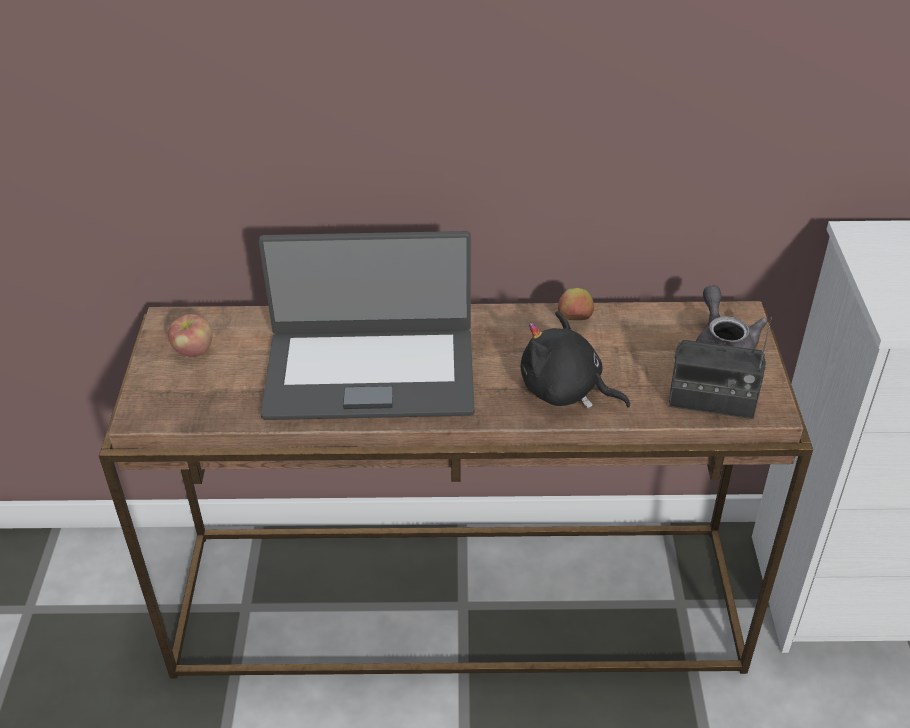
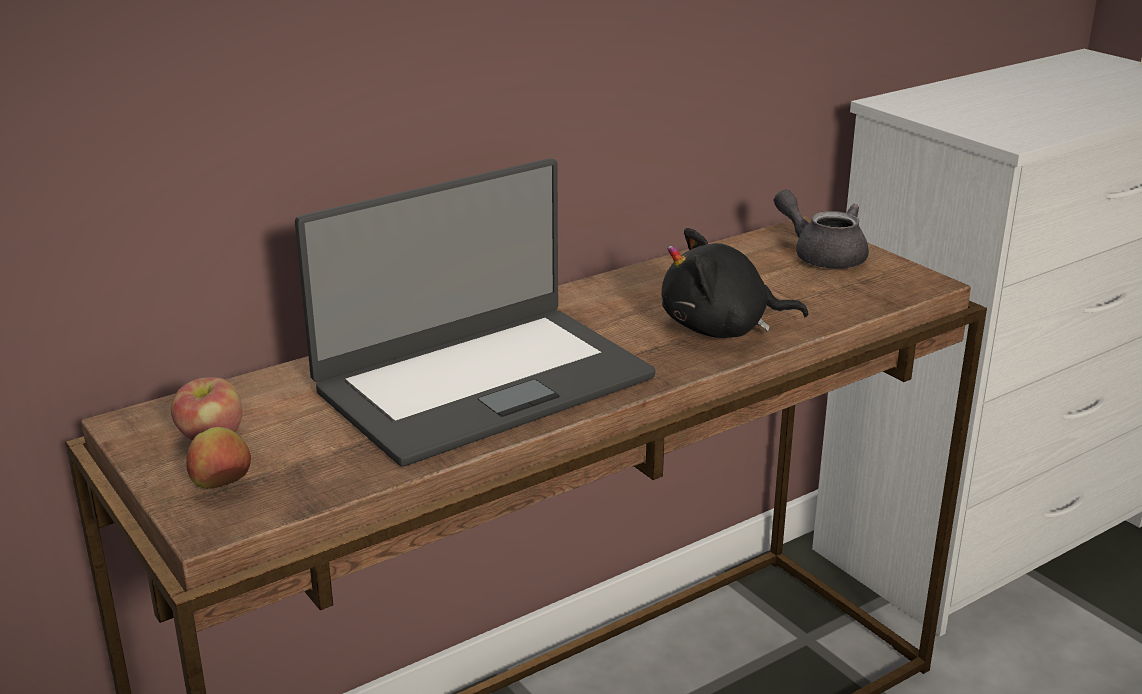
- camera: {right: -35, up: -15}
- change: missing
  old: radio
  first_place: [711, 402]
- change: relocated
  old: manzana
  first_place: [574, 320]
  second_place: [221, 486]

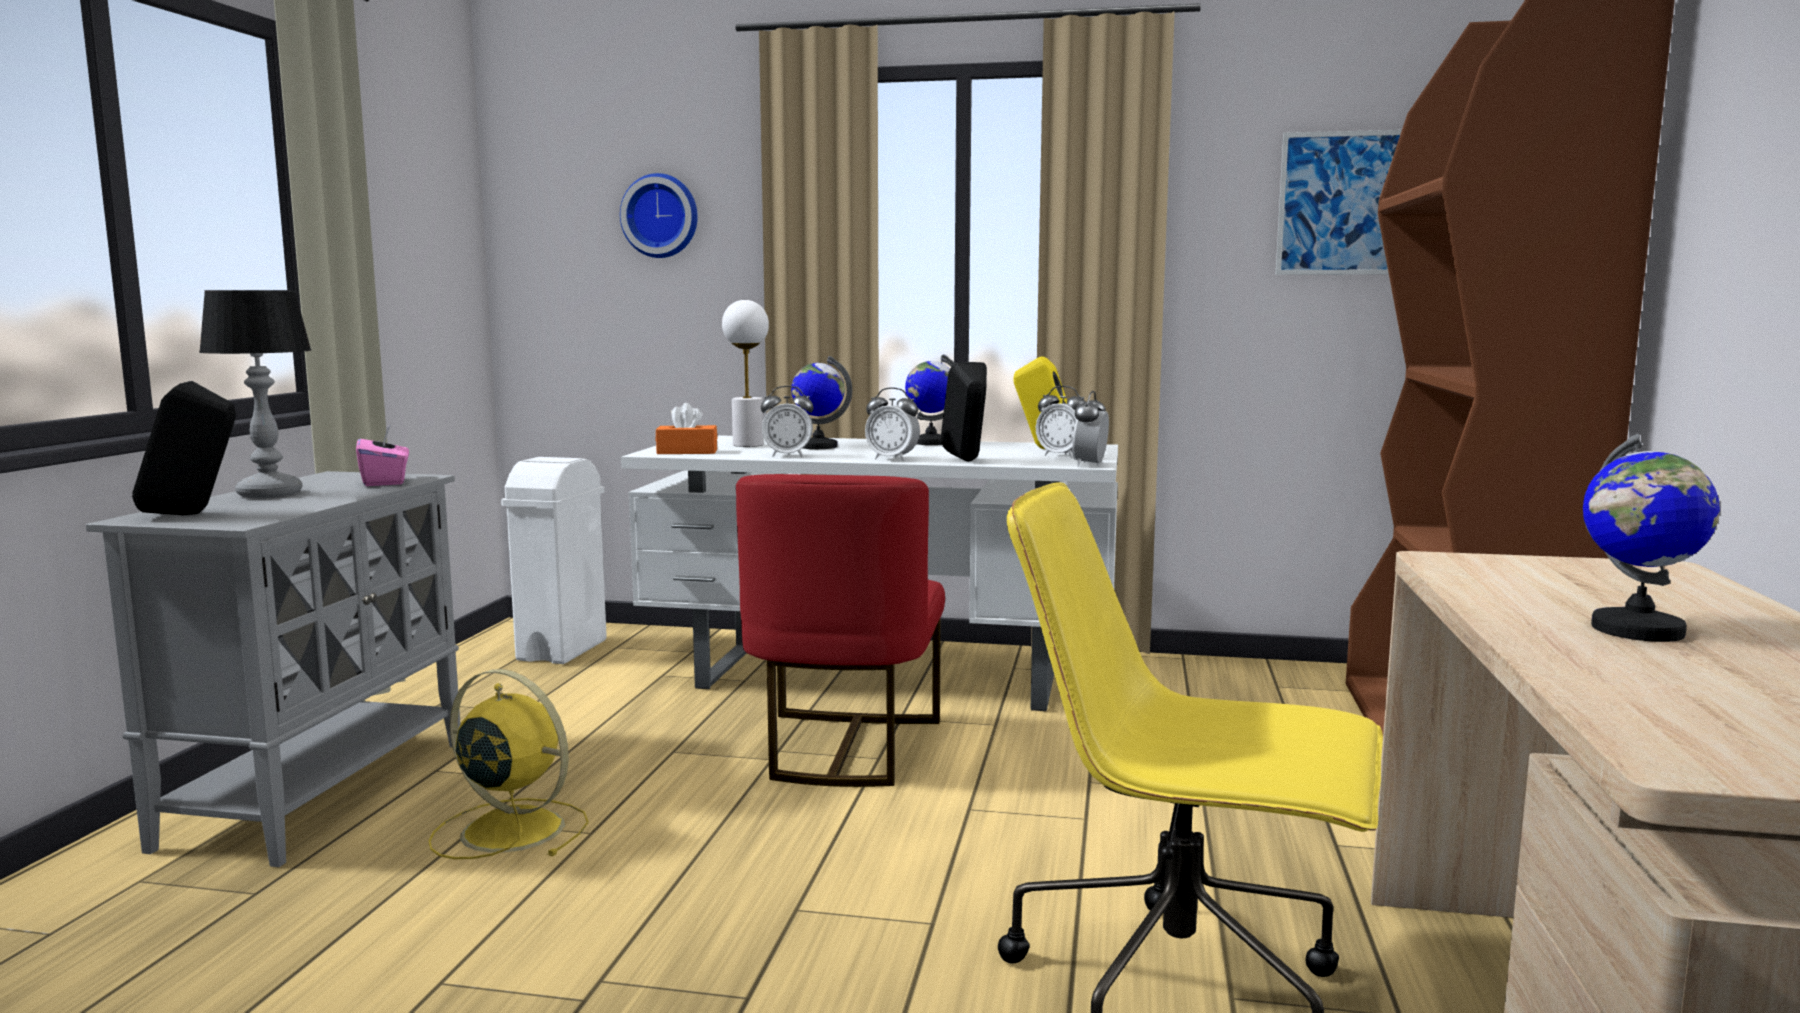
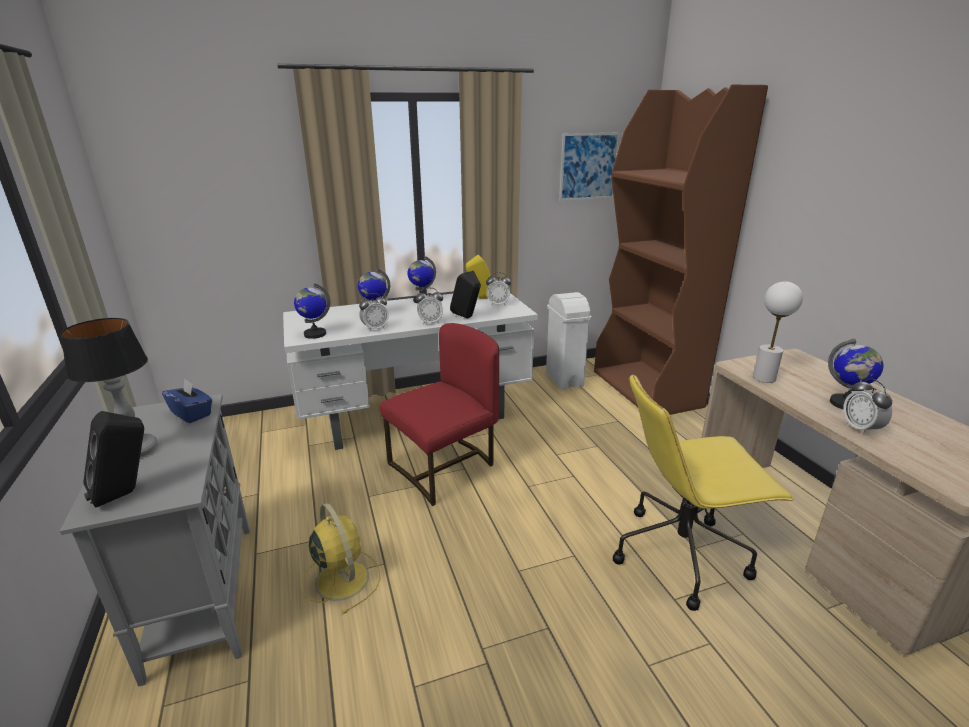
- camera: {right: -30, up: 15}
- change: missing
  old: reloj de pared
  first_place: [661, 216]
- change: relocated
  old: papelera/blanco
  first_place: [561, 651]
  second_place: [564, 380]
- change: relocated
  old: lámpara de mesa/blanco
  first_place: [748, 445]
  second_place: [764, 378]
- change: relocated
  old: despertador
  first_place: [1090, 465]
  second_place: [860, 428]
- change: exchanged
  old: caja de pañuelos/naranja
  new: globo terráqueo
  first_place: [687, 452]
  second_place: [314, 334]
- change: colour
  old: caja de pañuelos/rosa
  new: caja de pañuelos/azul
  first_place: [385, 482]
  second_place: [192, 413]
- change: spun
  old: ventilador/amarillo
  first_place: [509, 829]
  second_place: [341, 578]
  degrees: 60
- change: spun
  old: silla/rojo
  first_place: [844, 748]
  second_place: [445, 467]
  degrees: -105

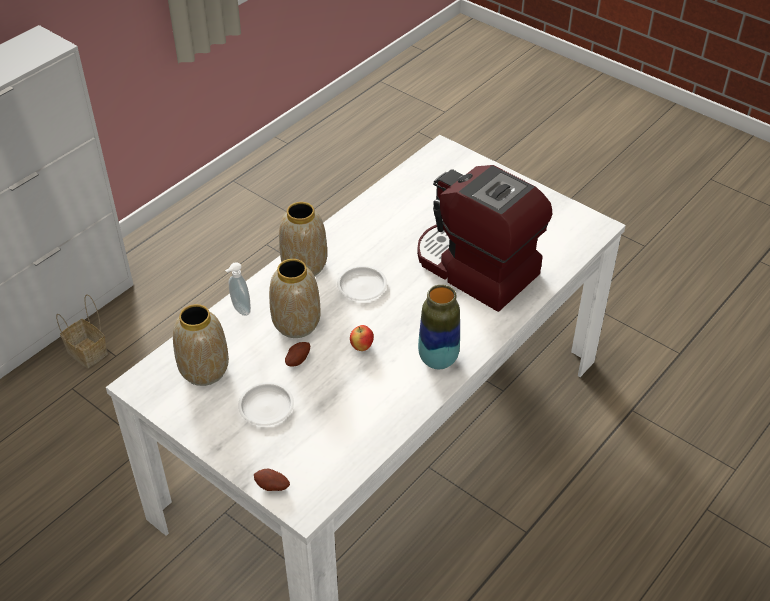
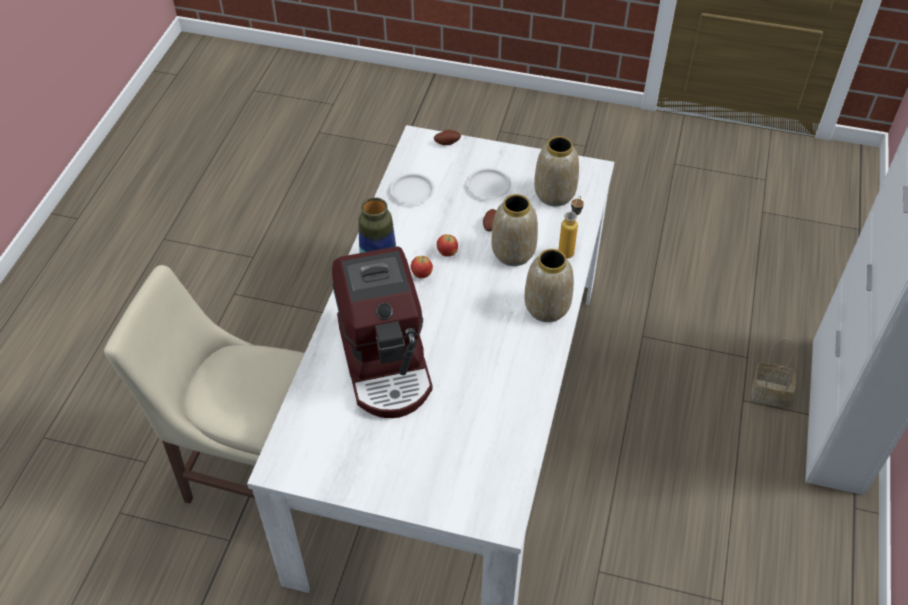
- camera: {right: 155, up: 5}
- change: appeared
  new: silla/beis
  second_place: [248, 469]
- change: appeared
  new: manzana
  second_place: [421, 275]
- change: relocated
  old: plato/blanco
  first_place: [362, 286]
  second_place: [412, 191]
- change: exchanged
  old: dispensador de jabón
  new: botella
  first_place: [240, 310]
  second_place: [568, 249]
- change: spun
  old: cafetera
  first_place: [475, 269]
  second_place: [387, 363]
  degrees: 60

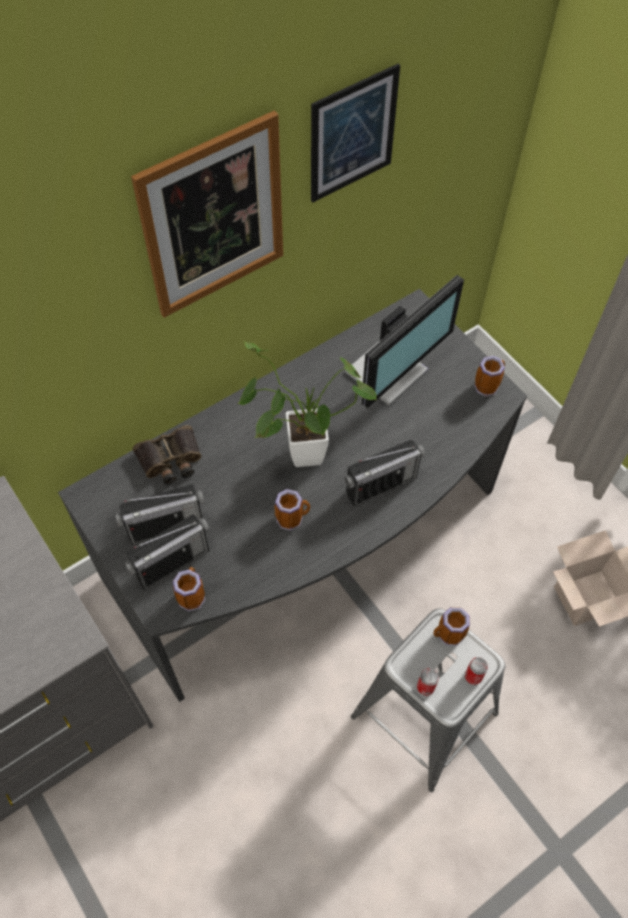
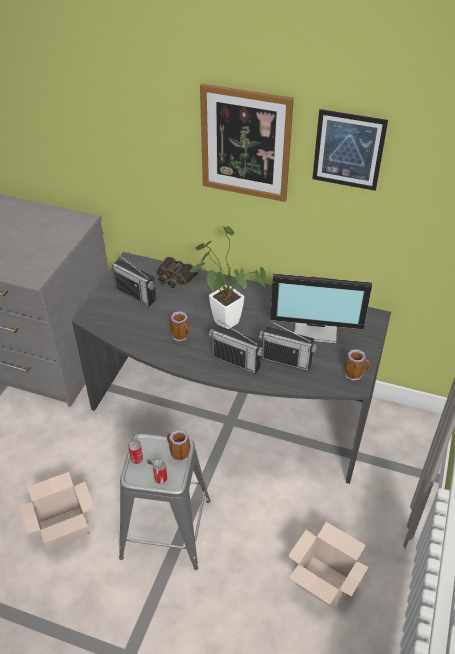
- camera: {right: 55, up: -15}
- change: missing
  old: taza grande
  first_place: [191, 596]
- change: appeared
  new: caja de cartón
  second_place: [65, 527]
- change: relocated
  old: radio
  first_place: [172, 563]
  second_place: [286, 360]

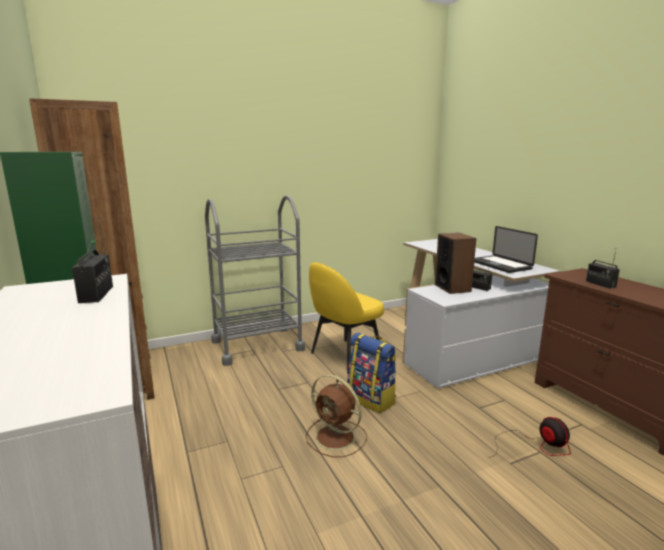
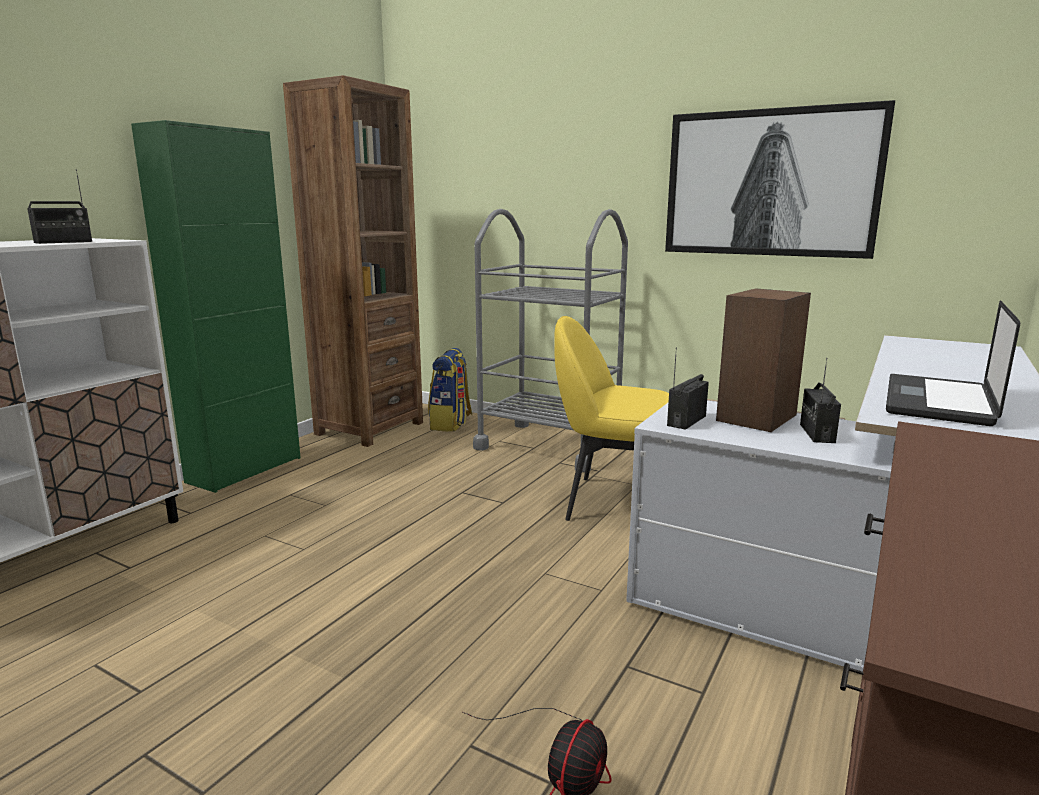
- camera: {right: 55, up: 0}
- change: missing
  old: ventilador/marrón
  first_place: [337, 438]
- change: appeared
  new: cuadro
  second_place: [769, 183]
- change: relocated
  old: mochila
  first_place: [372, 399]
  second_place: [451, 424]
- change: relocated
  old: radio
  first_place: [600, 284]
  second_place: [686, 421]

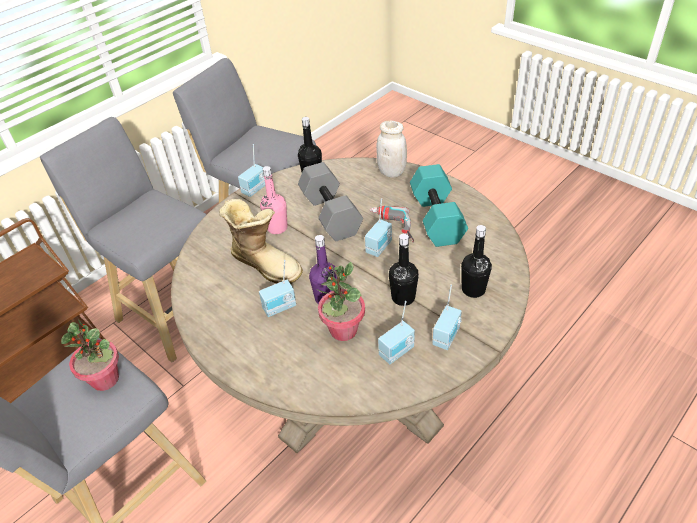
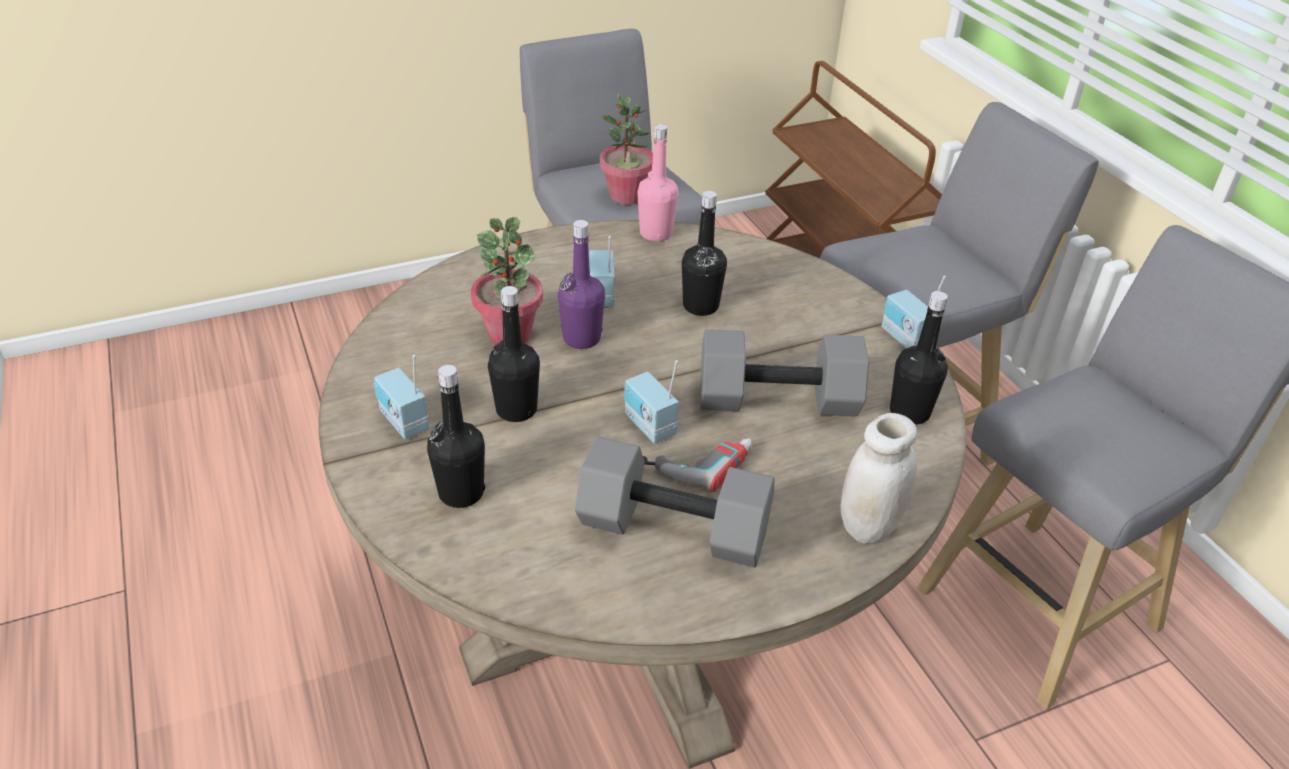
- camera: {right: 110, up: -5}
- change: missing
  old: radio
  first_place: [397, 352]
- change: relocated
  old: botella/rosa
  first_place: [277, 228]
  second_place: [656, 233]
- change: exchanged
  old: bota
  new: botella/negro
  first_place: [266, 263]
  second_place: [700, 306]
- change: colour
  old: mancuerna/turquesa
  new: mancuerna/gris
  first_place: [438, 219]
  second_place: [671, 531]

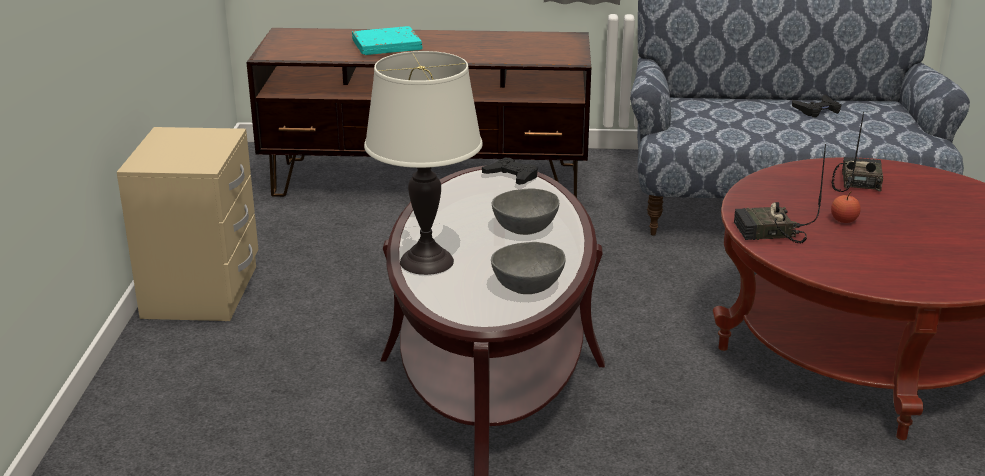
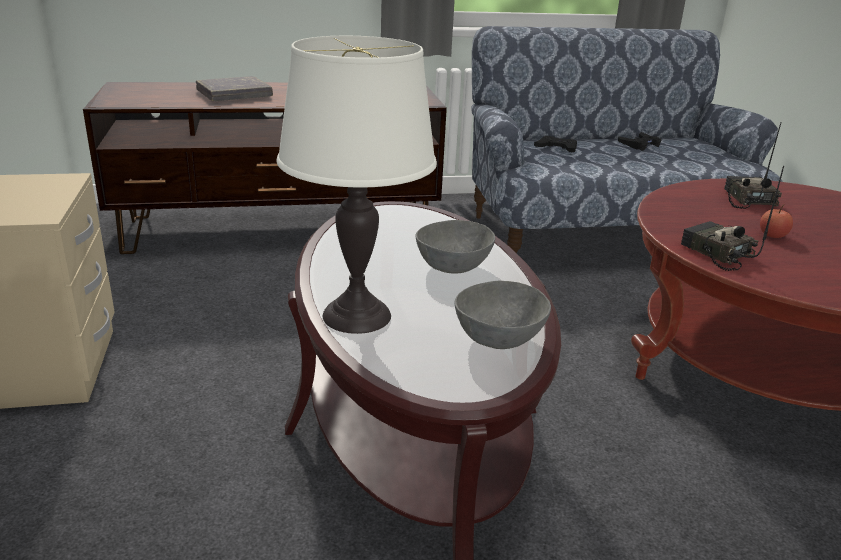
- camera: {right: -15, up: 0}
- change: relocated
  old: mando de consola/negro
  first_place: [511, 176]
  second_place: [556, 149]
- change: colour
  old: libro/turquesa
  new: libro/gris
  first_place: [387, 46]
  second_place: [234, 94]
- change: spun
  old: radio
  first_place: [768, 233]
  second_place: [715, 253]
  degrees: 75

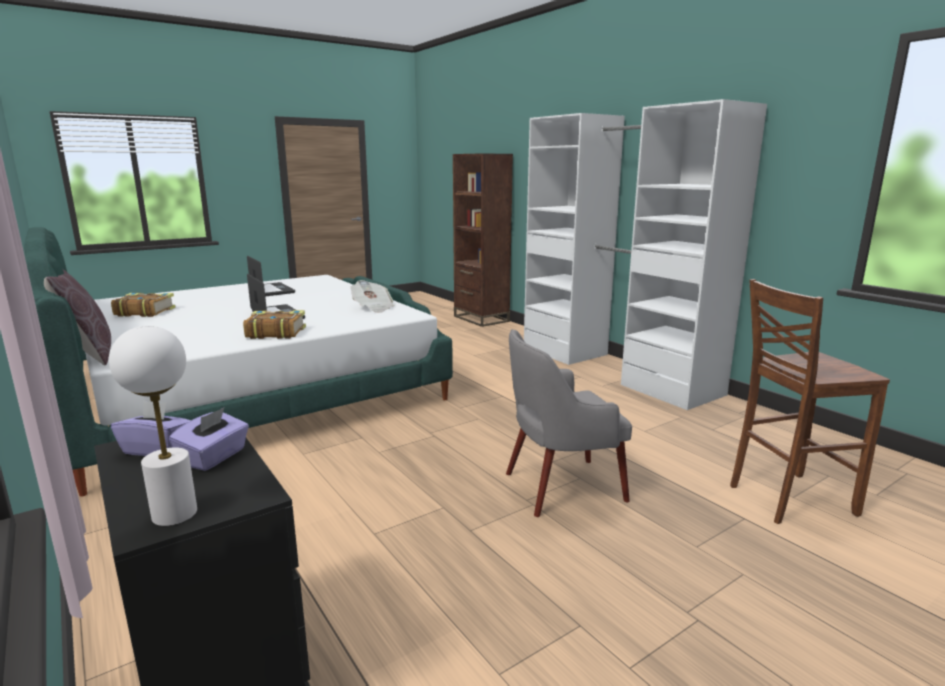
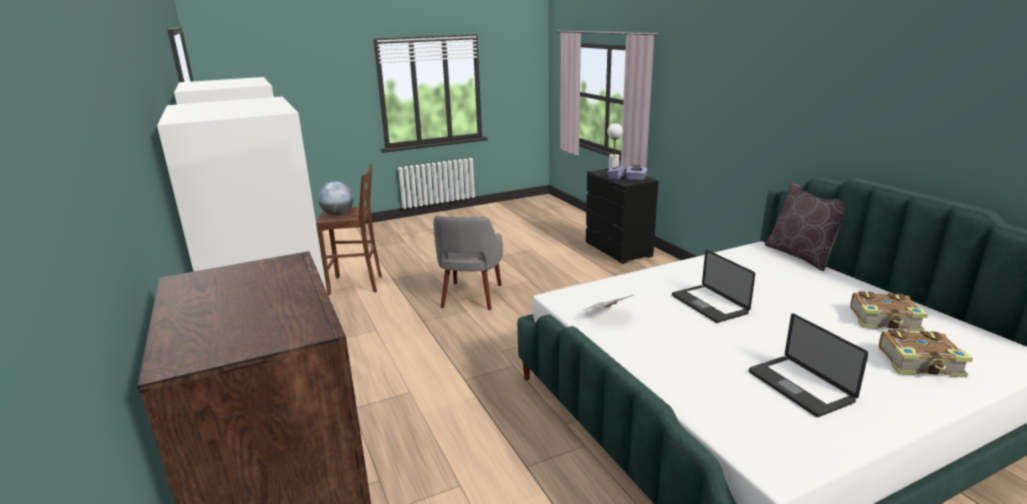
- camera: {right: -170, up: 5}
- change: appeared
  new: globo terráqueo
  second_place: [338, 214]
- change: relocated
  old: libro
  first_place: [275, 333]
  second_place: [921, 363]
- change: spun
  old: sillón/gris
  first_place: [562, 487]
  second_place: [471, 296]
  degrees: 105

